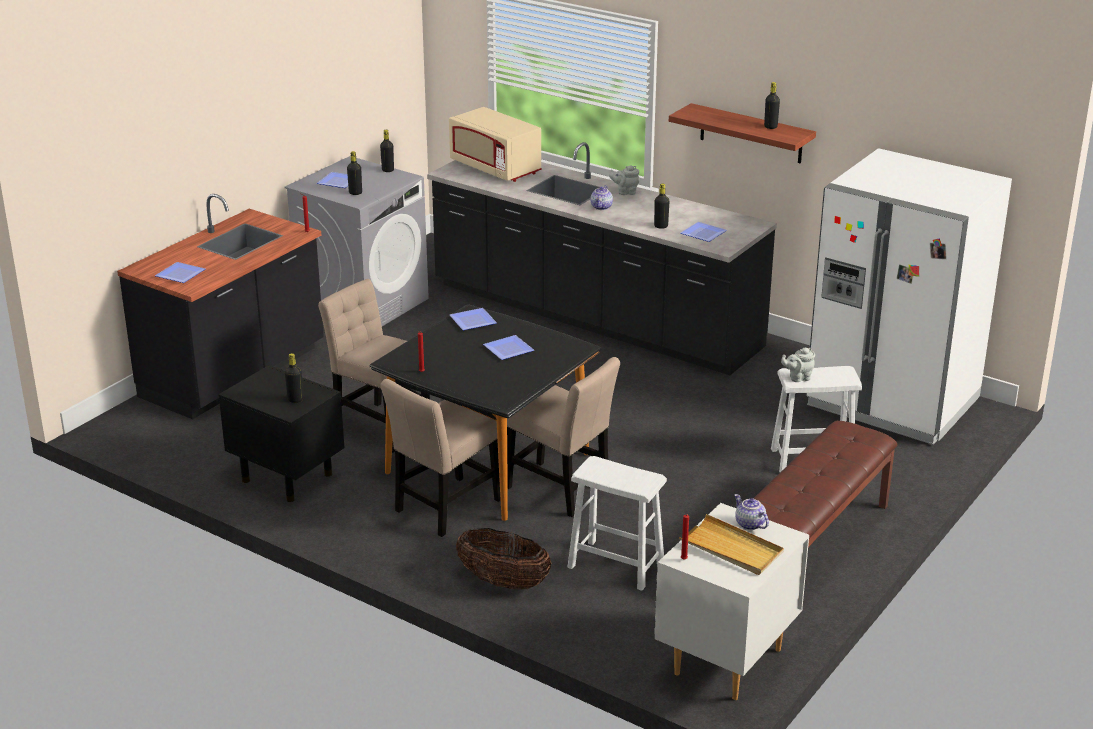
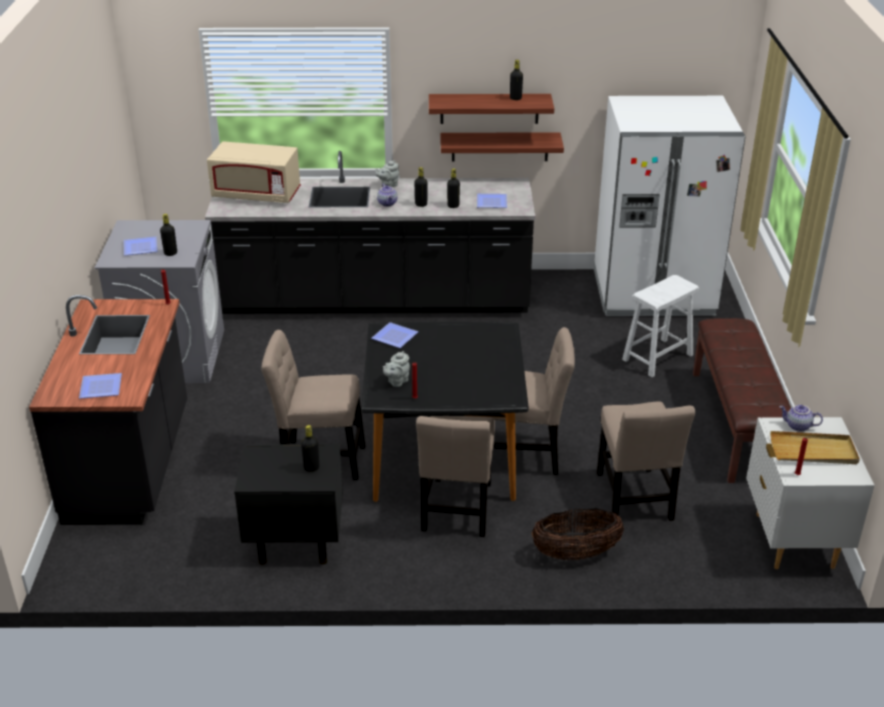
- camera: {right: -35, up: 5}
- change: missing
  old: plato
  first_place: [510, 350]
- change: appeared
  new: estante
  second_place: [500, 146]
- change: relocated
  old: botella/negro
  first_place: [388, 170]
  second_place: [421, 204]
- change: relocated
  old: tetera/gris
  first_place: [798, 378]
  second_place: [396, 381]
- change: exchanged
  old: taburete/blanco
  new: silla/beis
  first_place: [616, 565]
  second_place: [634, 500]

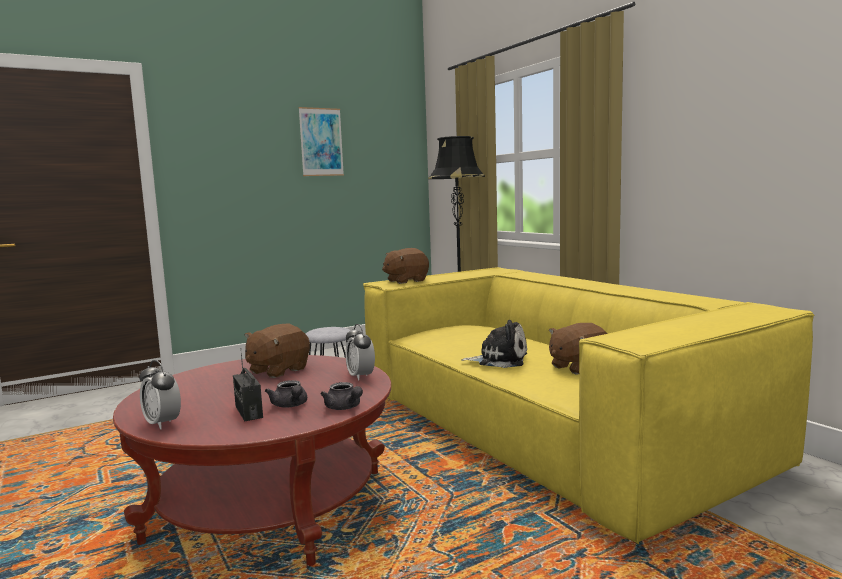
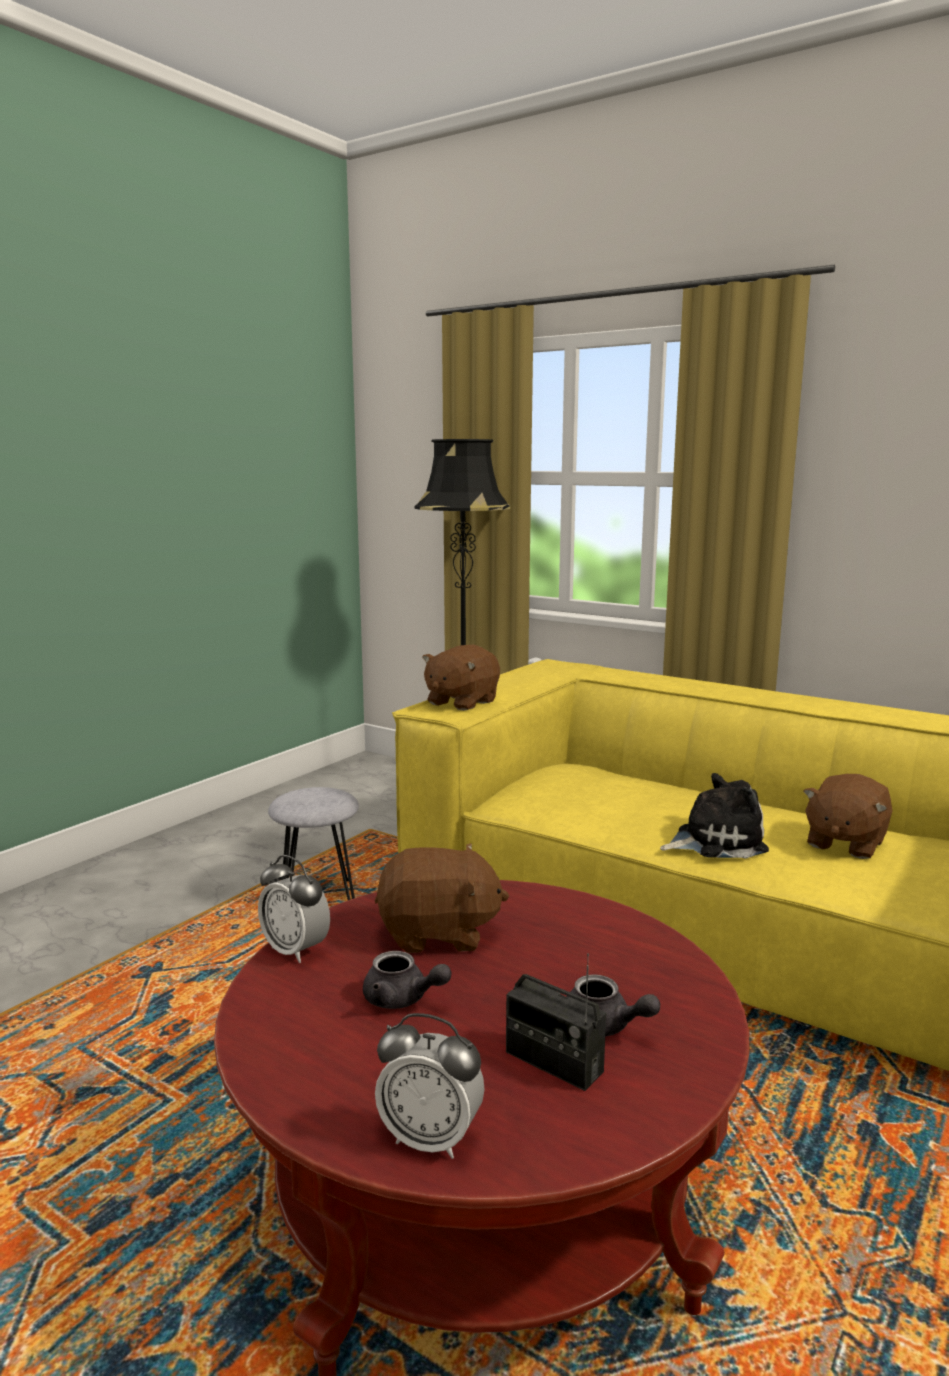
- camera: {right: -25, up: 5}
- change: missing
  old: cuadro
  first_place: [321, 142]
- change: relocated
  old: tetera/gris
  first_place: [344, 408]
  second_place: [402, 999]
- change: relocated
  old: despertador
  first_place: [361, 376]
  second_place: [295, 950]
- change: spun
  old: peluche/marrón
  first_place: [278, 370]
  second_place: [438, 934]
  degrees: -105

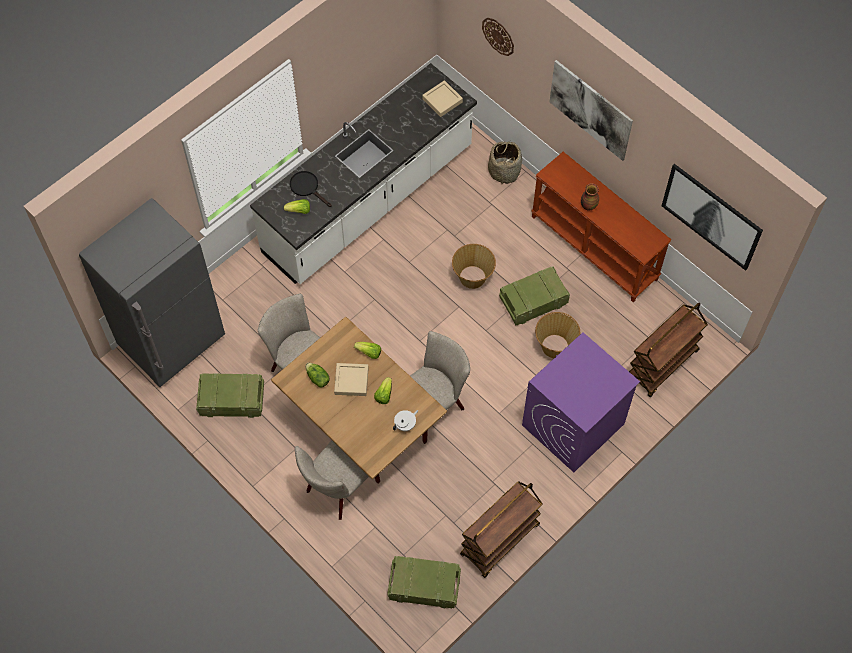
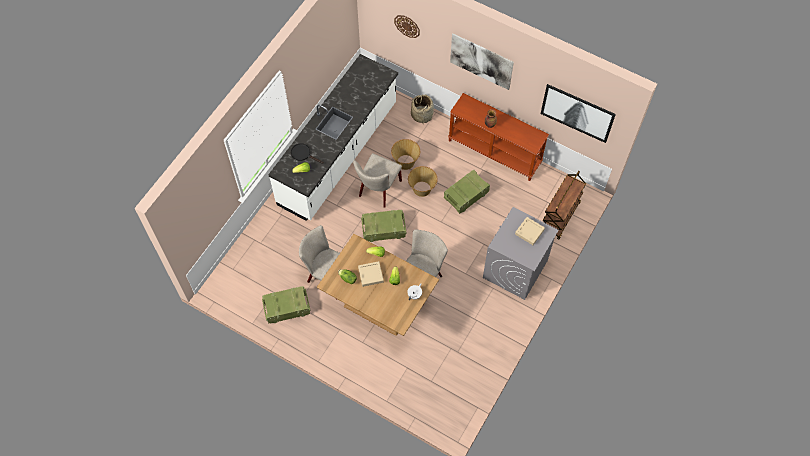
- camera: {right: -15, up: 0}
- change: missing
  old: nevera/gris
  first_place: [173, 342]
- change: missing
  old: carrito/marrón
  first_place: [499, 541]
- change: relocated
  old: silla/beis
  first_place: [339, 489]
  second_place: [378, 190]
- change: relocated
  old: caja de embalaje
  first_place: [423, 586]
  second_place: [383, 229]
- change: relocated
  old: bandeja/beis
  first_place: [442, 100]
  second_place: [529, 232]
- change: relocated
  old: cesta
  first_place: [555, 346]
  second_place: [405, 162]
- change: colour
  old: lavadora/morado
  new: lavadora/gris
  first_place: [573, 425]
  second_place: [515, 269]

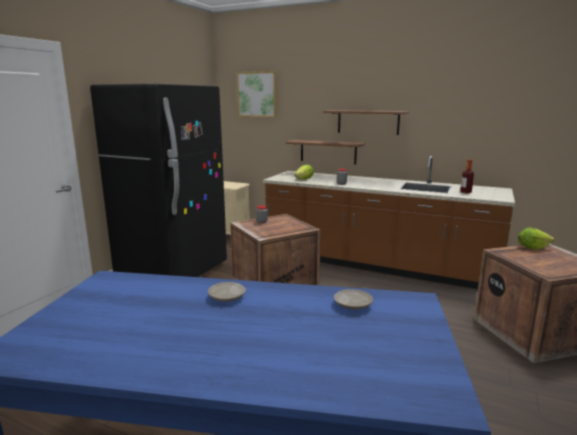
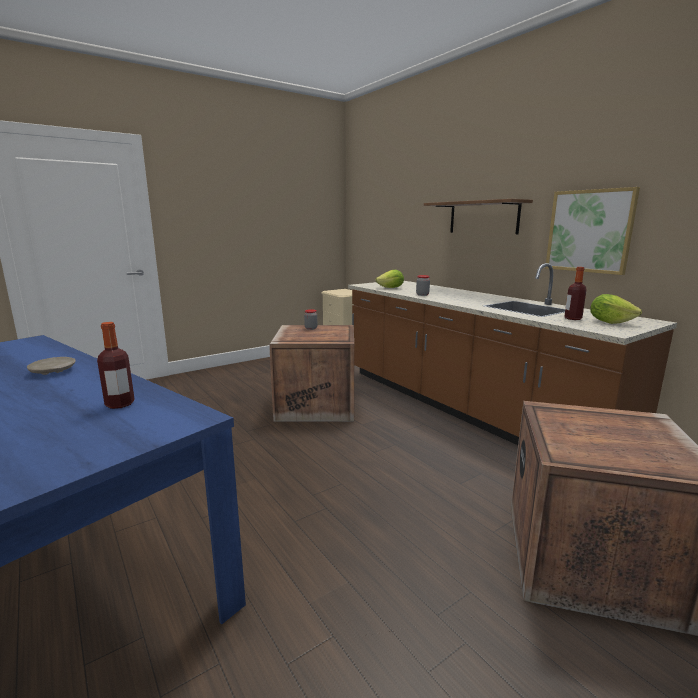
- camera: {right: 30, up: 0}
- change: missing
  old: nevera/negro
  first_place: [174, 272]
- change: missing
  old: estante/marrón
  first_place: [328, 151]
- change: relocated
  old: cuadro
  first_place: [257, 94]
  second_place: [589, 231]
- change: relocated
  old: lechuga
  first_place: [532, 247]
  second_place: [610, 322]
- change: exchanged
  old: plato/beis
  new: botella
  first_place: [352, 305]
  second_place: [120, 404]

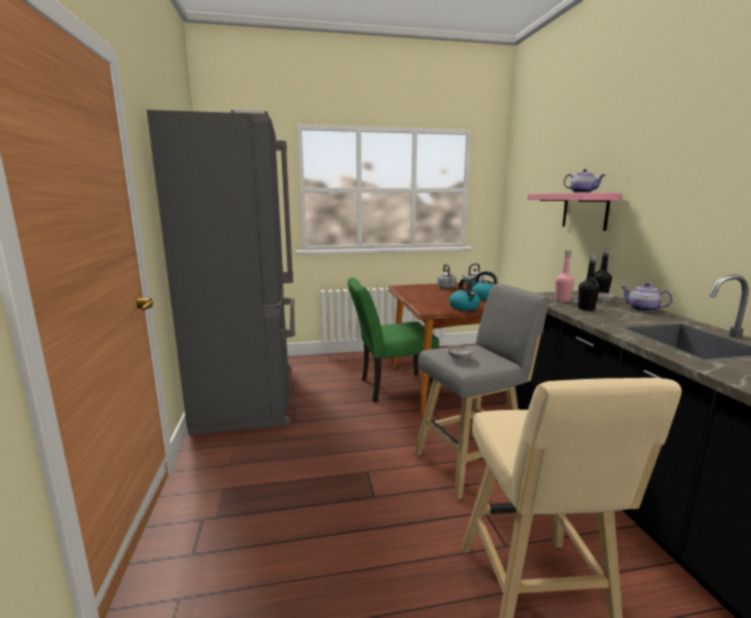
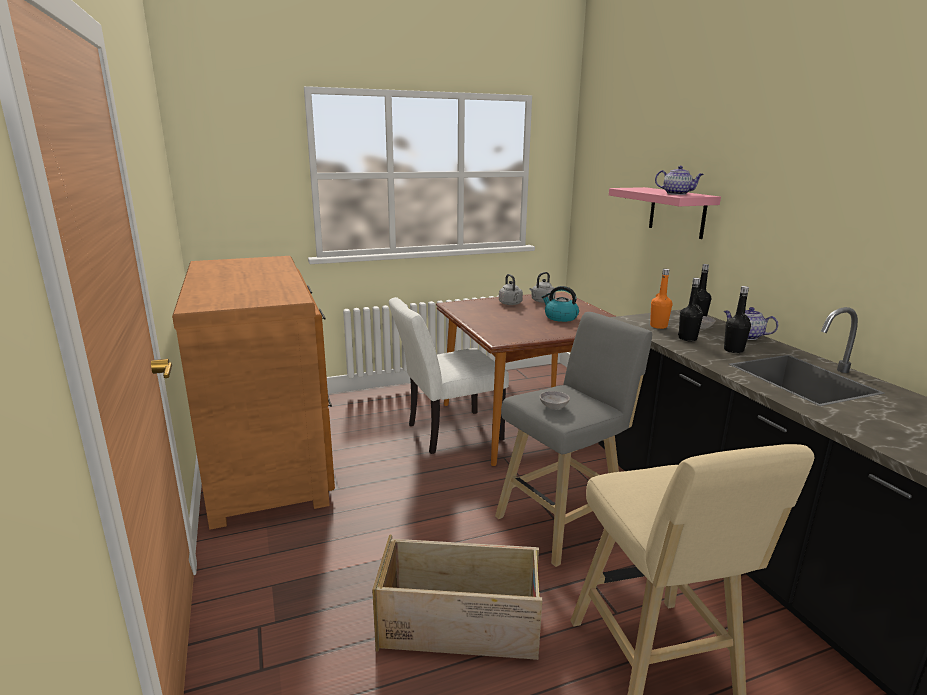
- camera: {right: -10, up: 5}
- change: missing
  old: hervidor
  first_place: [464, 307]
- change: appeared
  new: caja de embalaje
  second_place: [461, 624]
- change: appeared
  new: botella/negro
  second_place: [733, 350]
- change: exchanged
  old: nevera/gris
  new: cómoda/marrón
  first_place: [251, 396]
  second_place: [269, 458]
- change: colour
  old: silla/verde
  new: silla/blanco
  first_place: [390, 388]
  second_place: [447, 433]
- change: colour
  old: botella/rosa
  new: botella/naranja
  first_place: [562, 300]
  second_place: [658, 326]

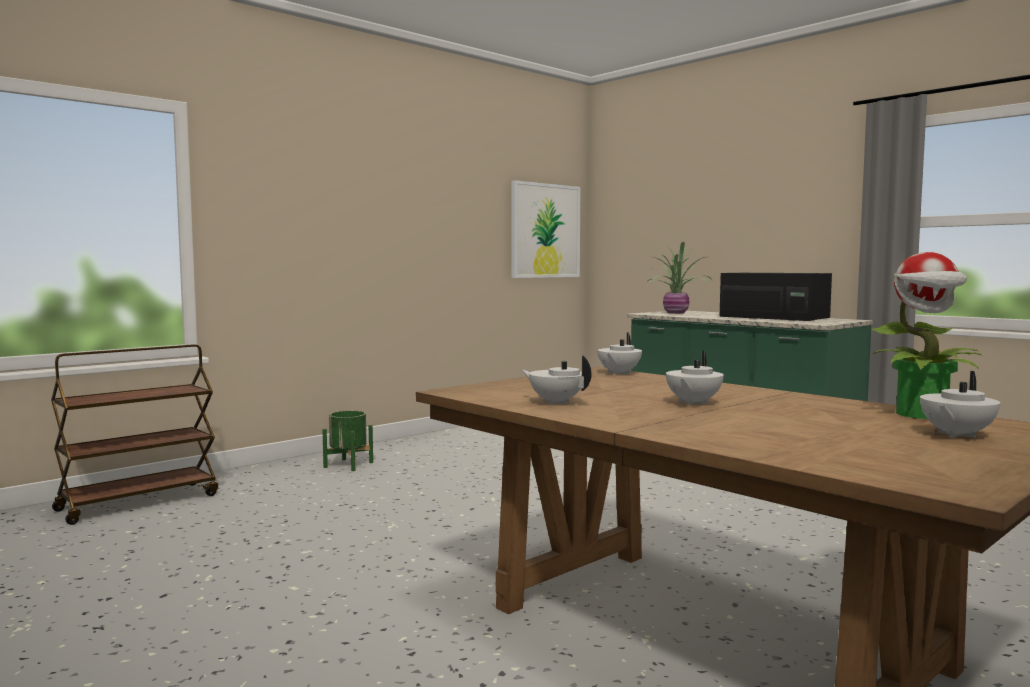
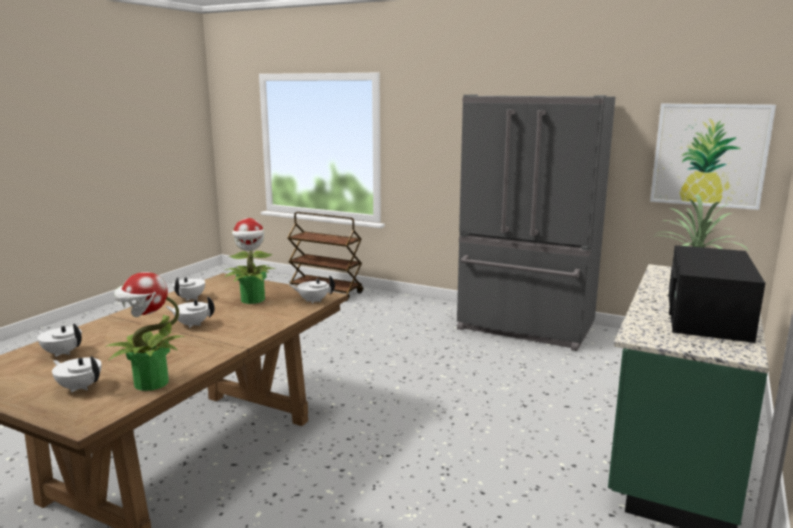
- camera: {right: 70, up: 10}
- change: missing
  old: maceta/verde
  first_place: [348, 465]
- change: appeared
  new: tetera/blanco
  second_place: [62, 353]
- change: appeared
  new: planta en maceta
  second_place: [253, 300]
- change: appeared
  new: nevera/gris
  second_place: [525, 328]

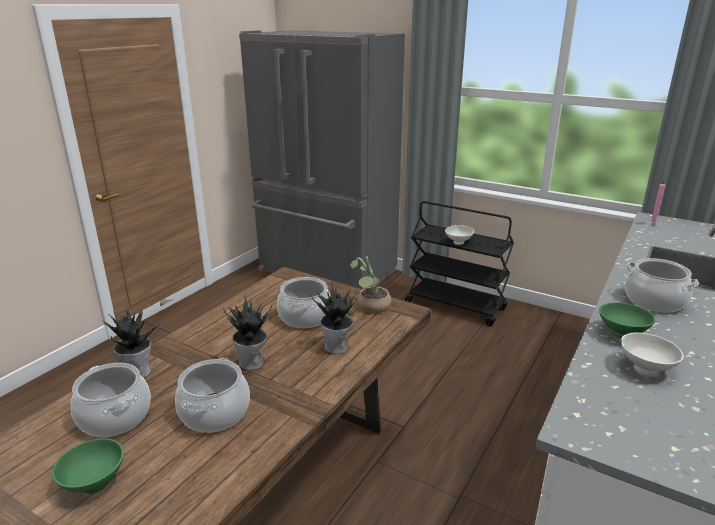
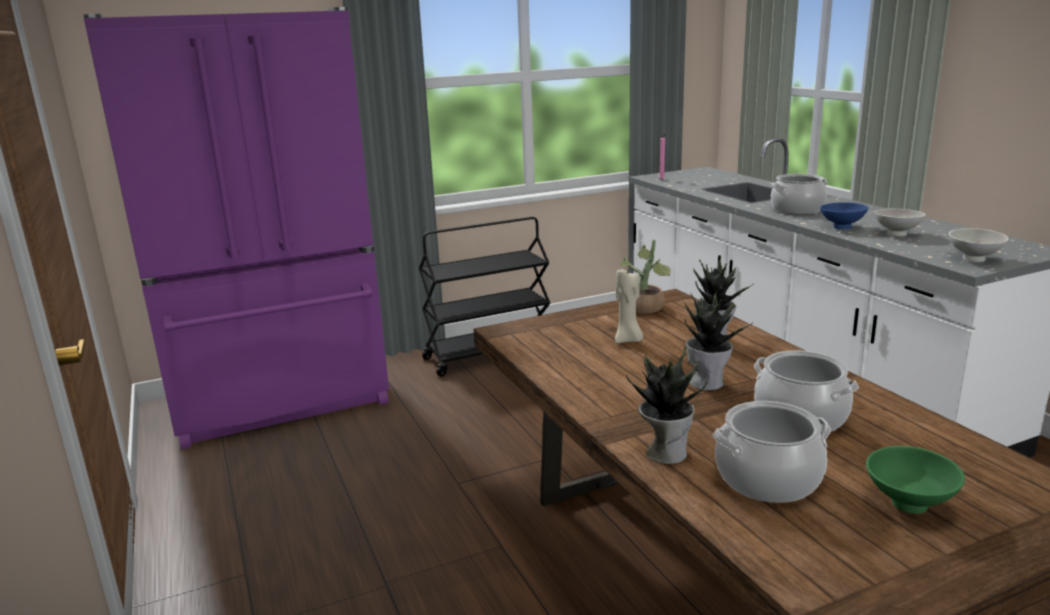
- camera: {right: -55, up: -5}
- change: relocated
  old: cuenco/blanco
  first_place: [458, 243]
  second_place: [975, 259]
- change: exchanged
  old: olla
  new: vela/beis
  first_place: [304, 317]
  second_place: [628, 340]
- change: colour
  old: nevera/gris
  new: nevera/morado
  first_place: [326, 272]
  second_place: [282, 401]
- change: colour
  old: cuenco/verde
  new: cuenco/azul
  first_place: [620, 334]
  second_place: [841, 228]

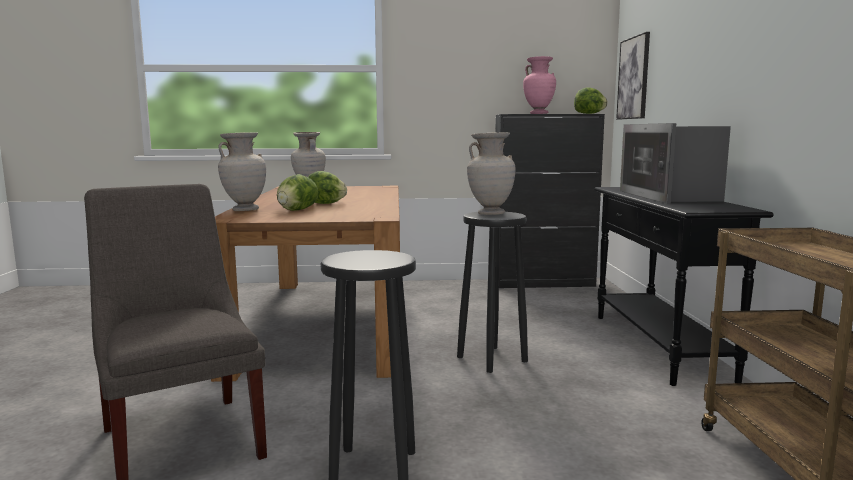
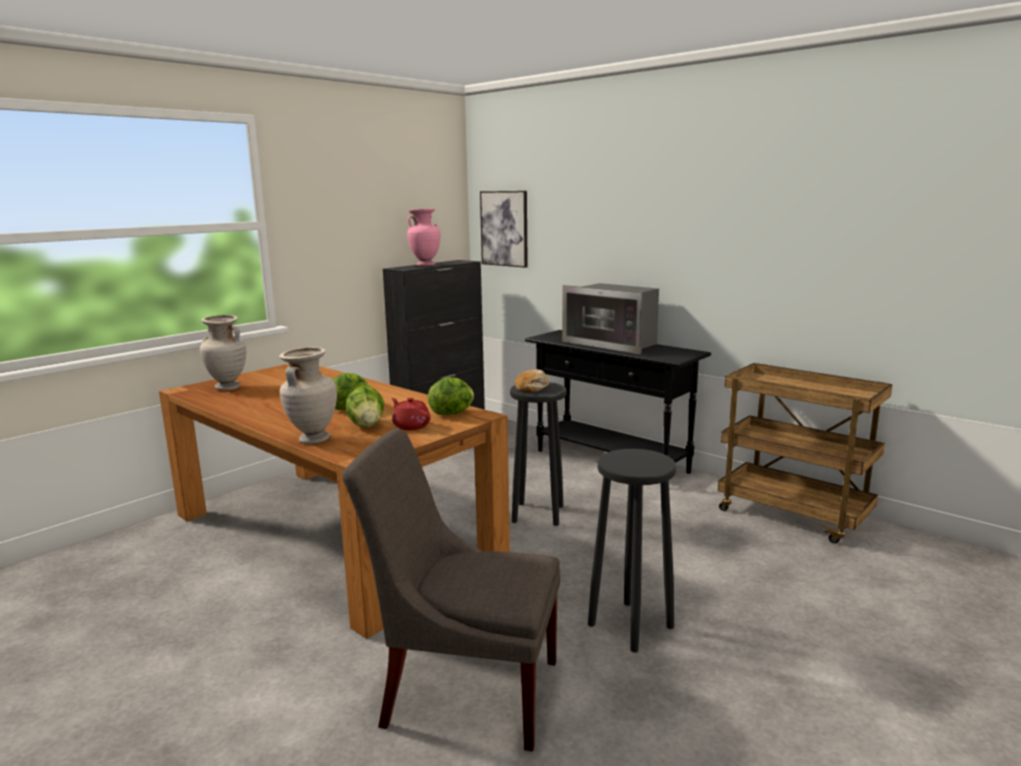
- camera: {right: -45, up: 5}
- change: appeared
  new: tetera/rojo
  second_place: [411, 426]
- change: relocated
  old: lechuga
  first_place: [589, 113]
  second_place: [452, 413]
- change: exchanged
  old: florero/beis
  new: pan
  first_place: [490, 214]
  second_place: [532, 387]

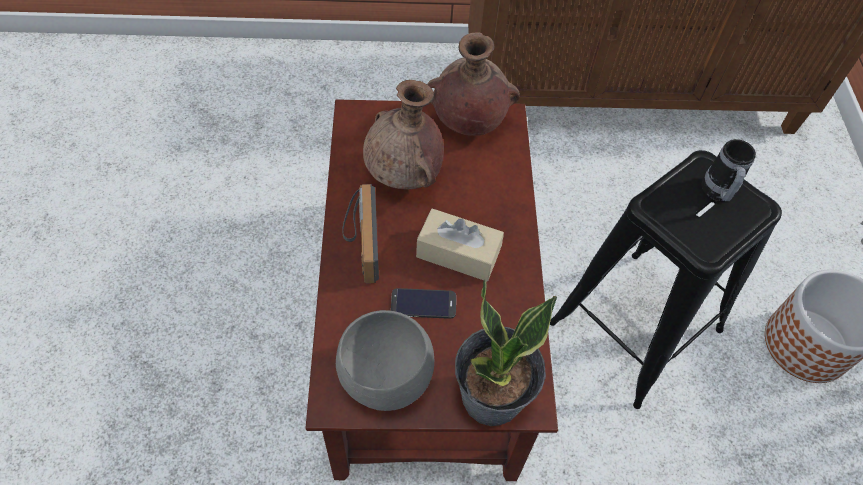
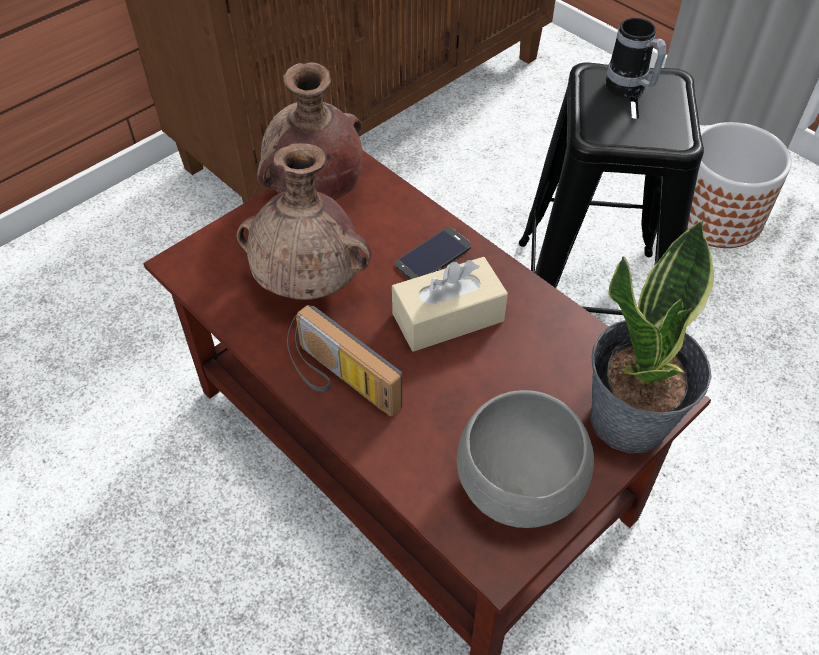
- camera: {right: -40, up: -5}
- change: relocated
  old: móvil
  first_place: [423, 304]
  second_place: [433, 256]

